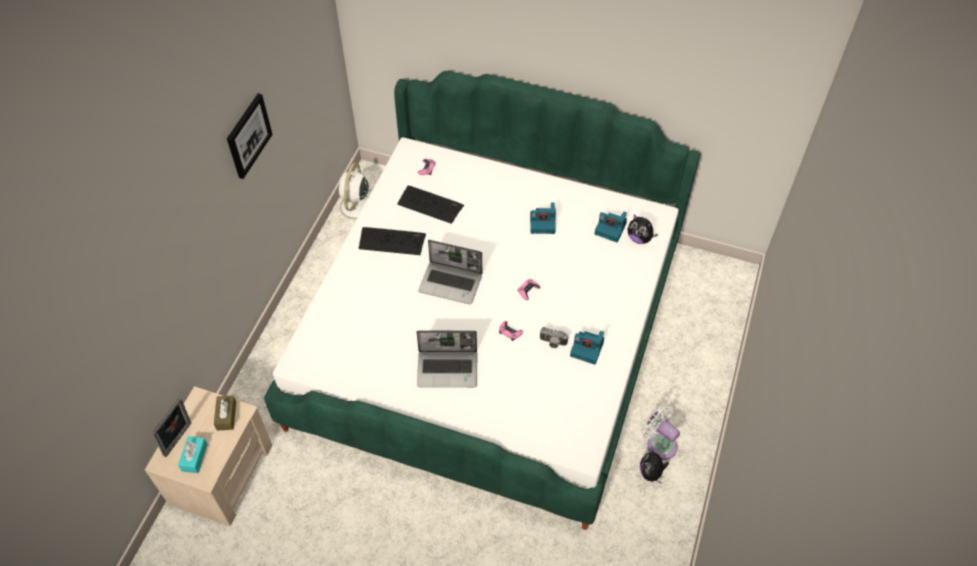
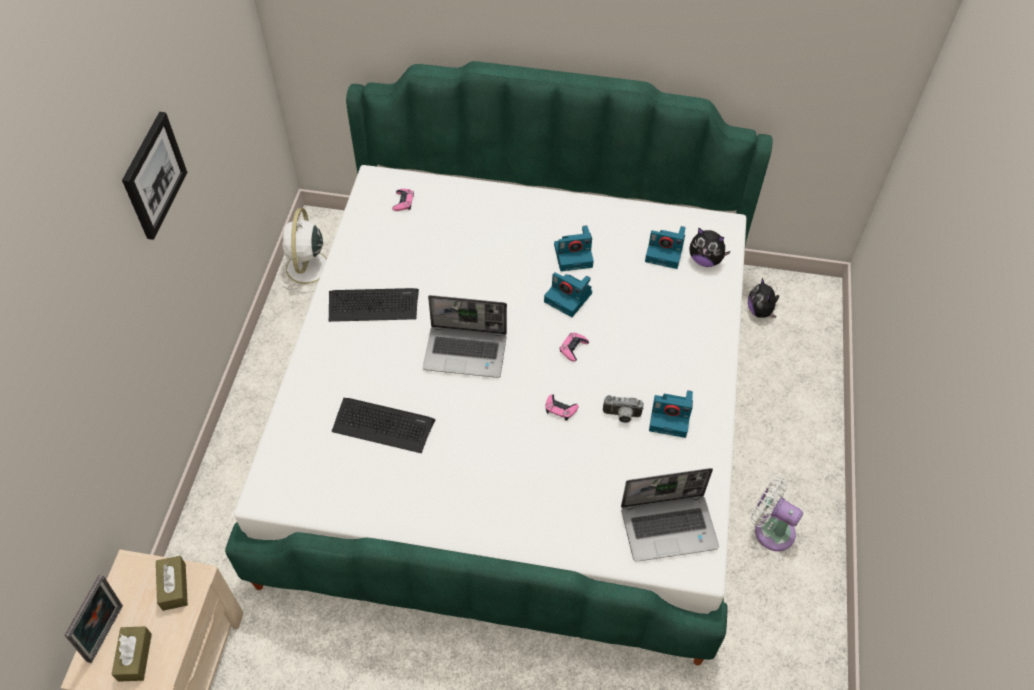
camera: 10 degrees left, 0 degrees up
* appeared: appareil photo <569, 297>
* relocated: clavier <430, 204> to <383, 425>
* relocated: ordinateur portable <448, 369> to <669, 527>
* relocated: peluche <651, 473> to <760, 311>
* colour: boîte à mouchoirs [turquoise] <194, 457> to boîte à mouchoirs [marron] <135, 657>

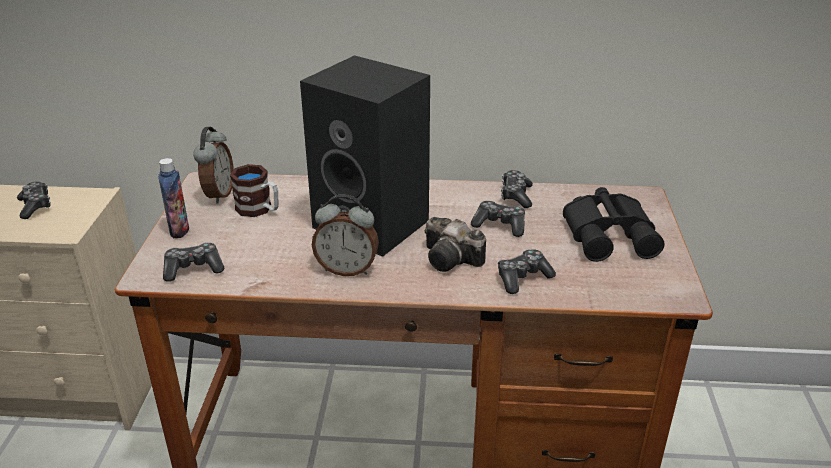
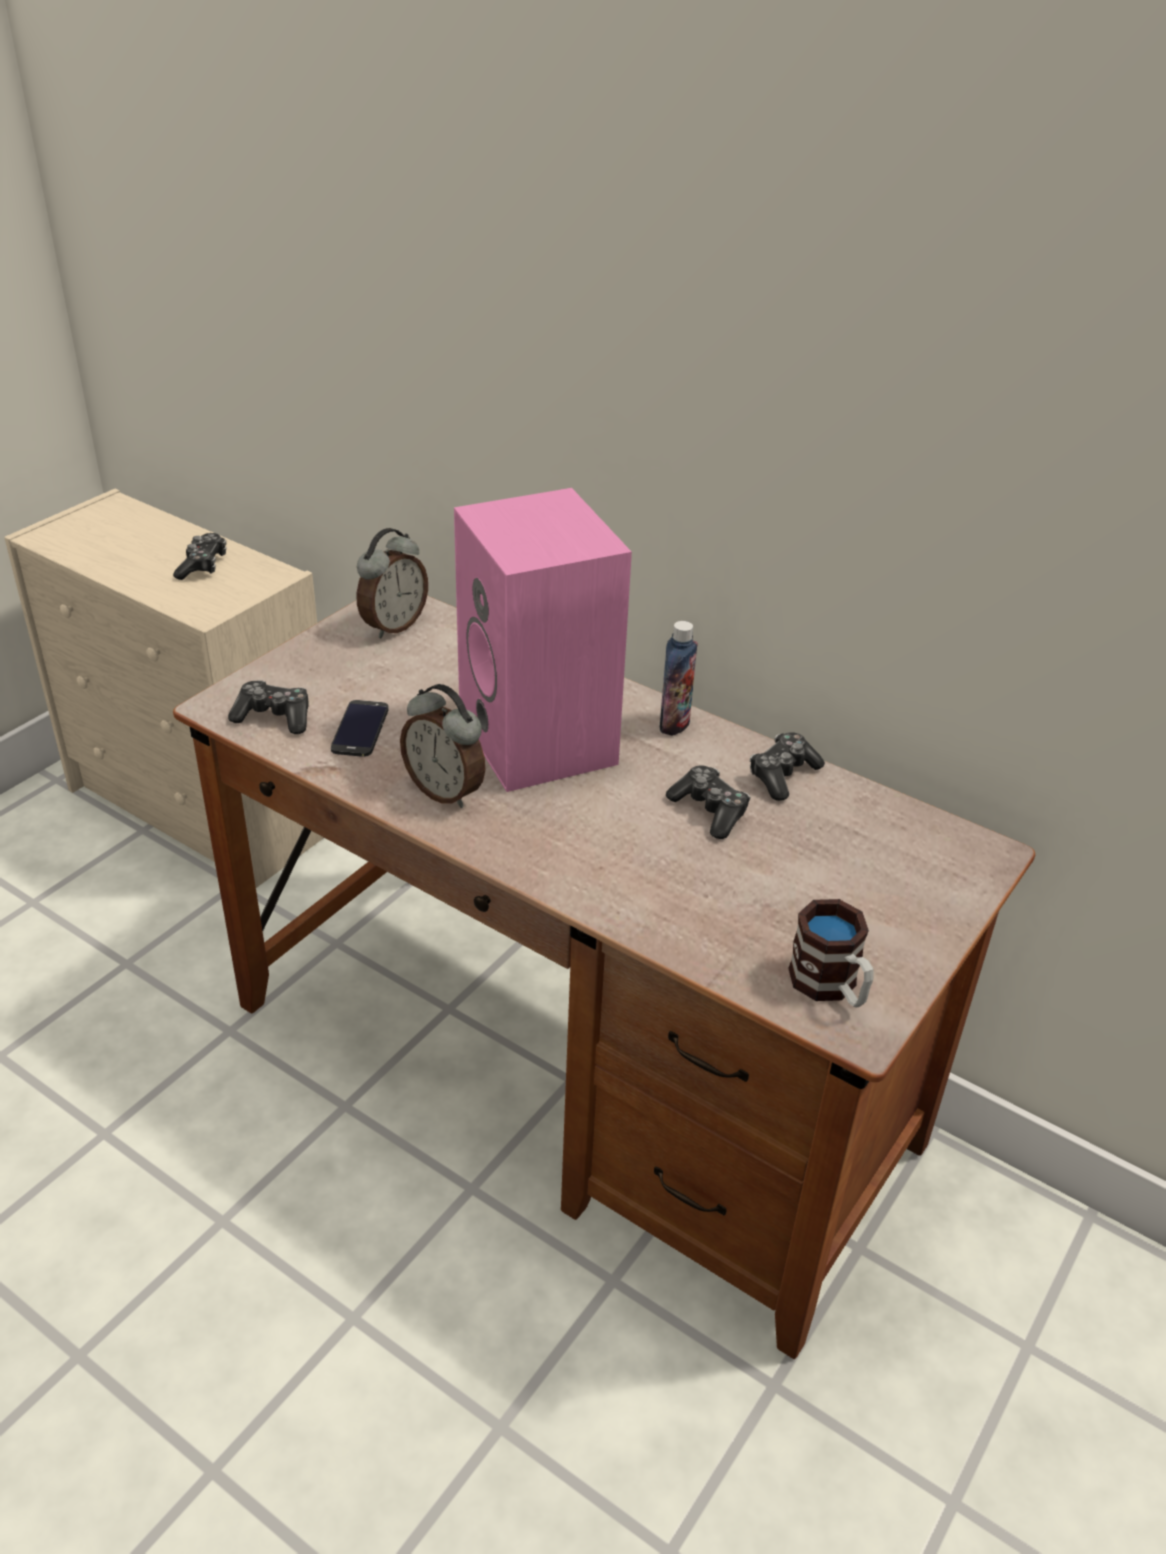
camera: 30 degrees right, 5 degrees up
* missing: appareil photo <453, 260>
* missing: manette <523, 278>
* missing: jumelles [noir] <610, 234>
* appeared: téléphone <360, 729>
* relocated: bouteille <179, 230> to <674, 724>
* relocated: mug <259, 210> to <831, 987>
* colour: enceinte [noir] <374, 224> to enceinte [rose] <542, 741>

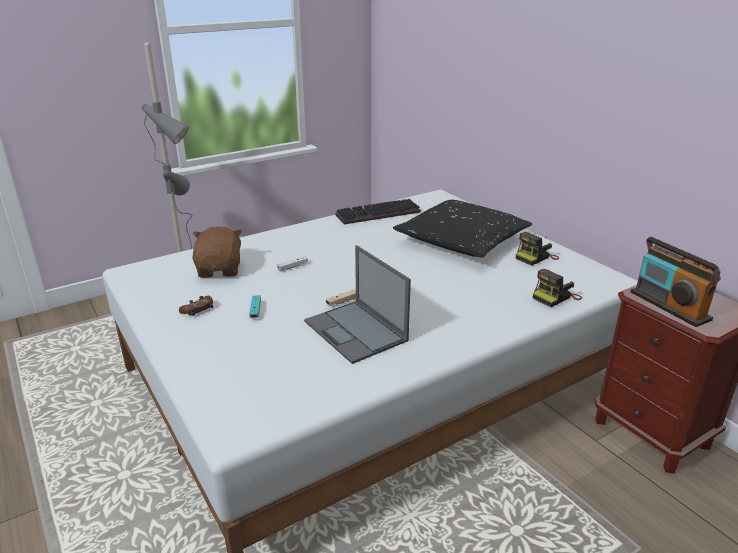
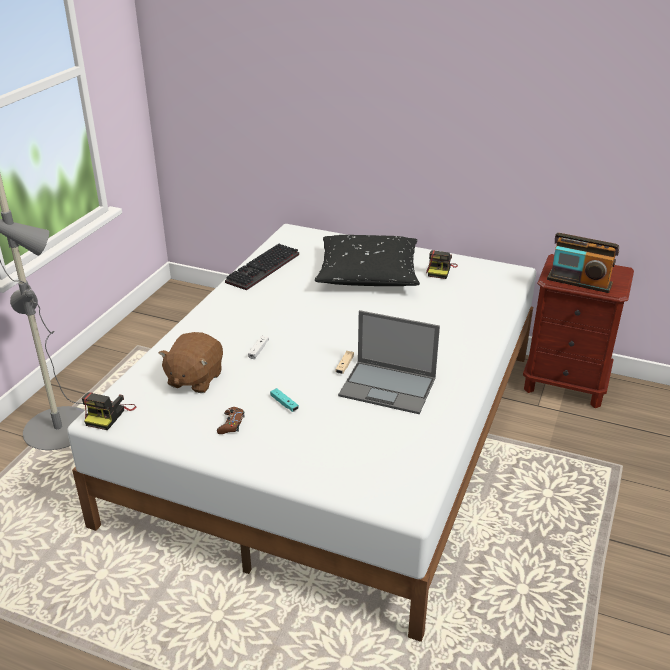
camera: 35 degrees left, 5 degrees up
* relocated: appareil photo <555, 297> to <109, 415>
* spun: peluche [marron] <220, 270> = <194, 379> 120 degrees counterclockwise

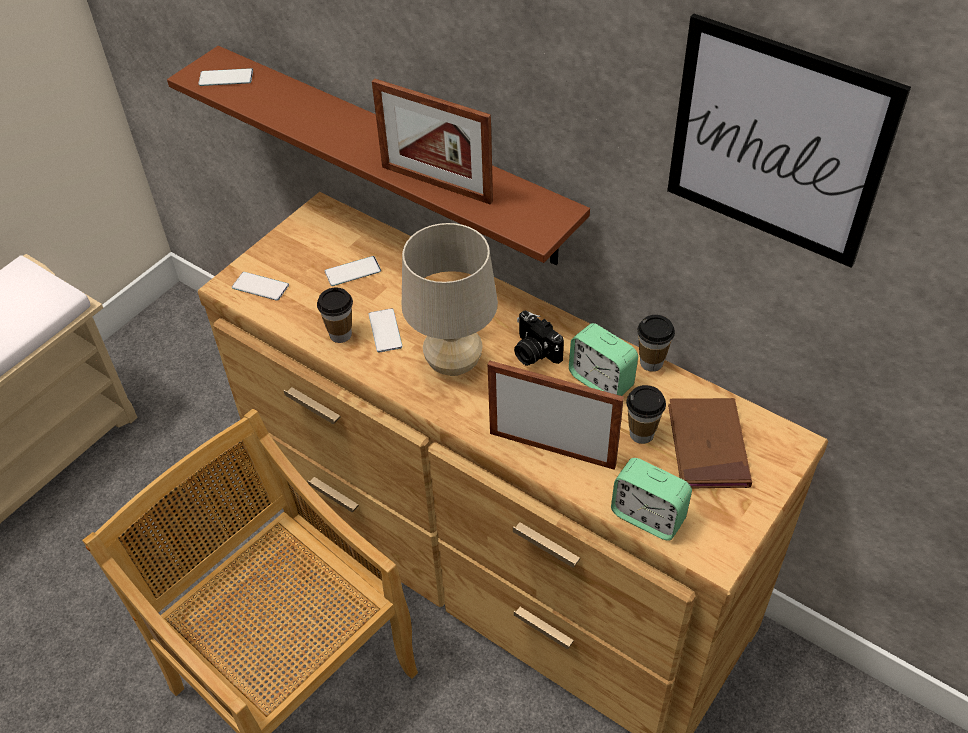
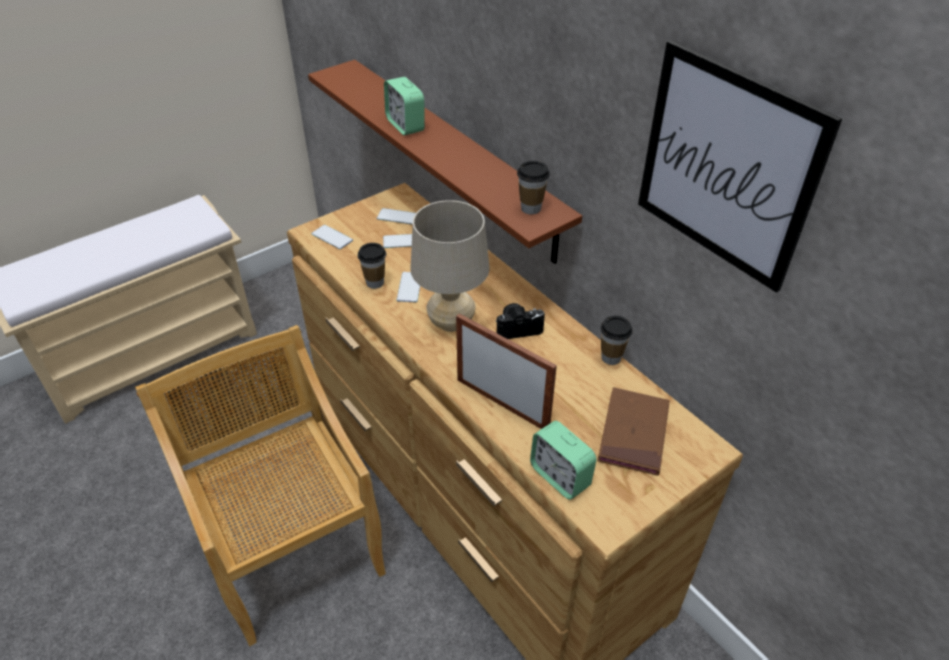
camera: 15 degrees right, 5 degrees down
* missing: cadre photo <436, 184>
* relocated: téléphone <226, 78> to <398, 217>
* relocated: réveil <601, 381> to <405, 125>
* relocated: tasse <641, 434> to <531, 208>
* spun: appareil photo <533, 352> = <518, 328> 105 degrees clockwise

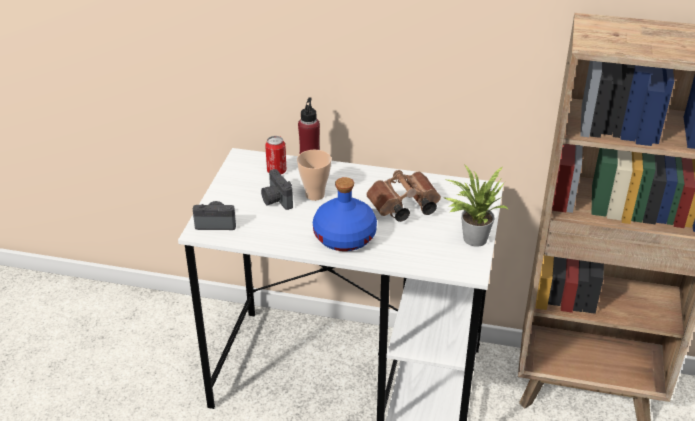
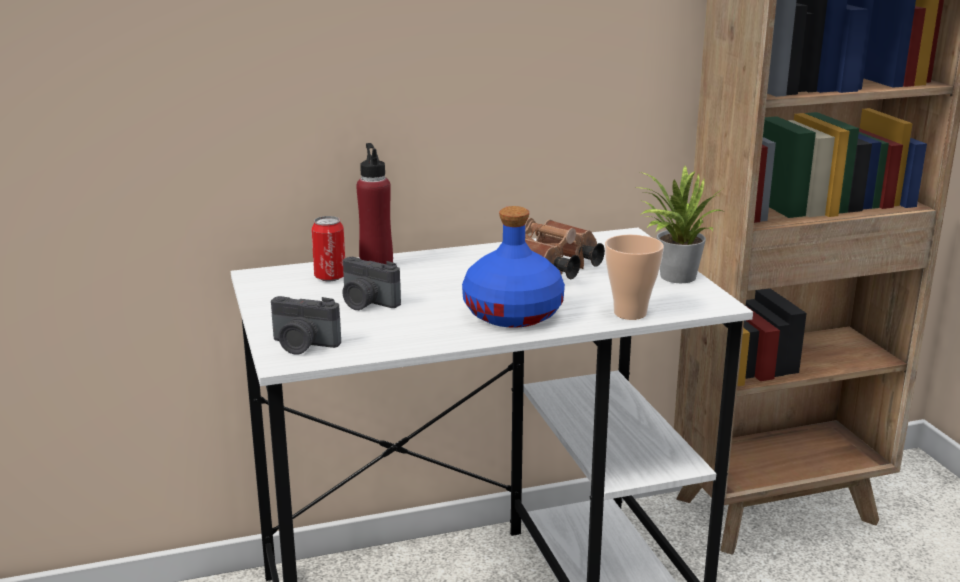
camera: 30 degrees left, 15 degrees down
* relocated: tasse <315, 195> to <630, 313>
* spun: appareil photo <216, 223> = <303, 345> 135 degrees counterclockwise

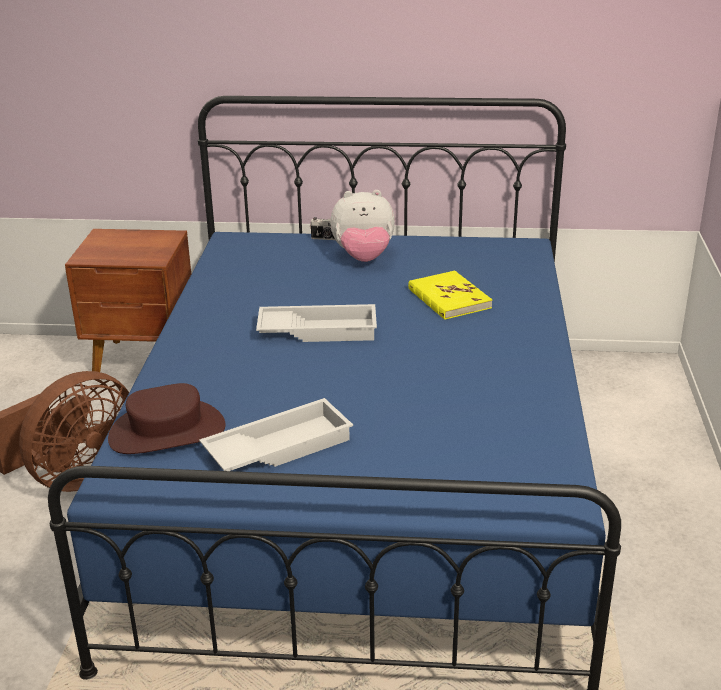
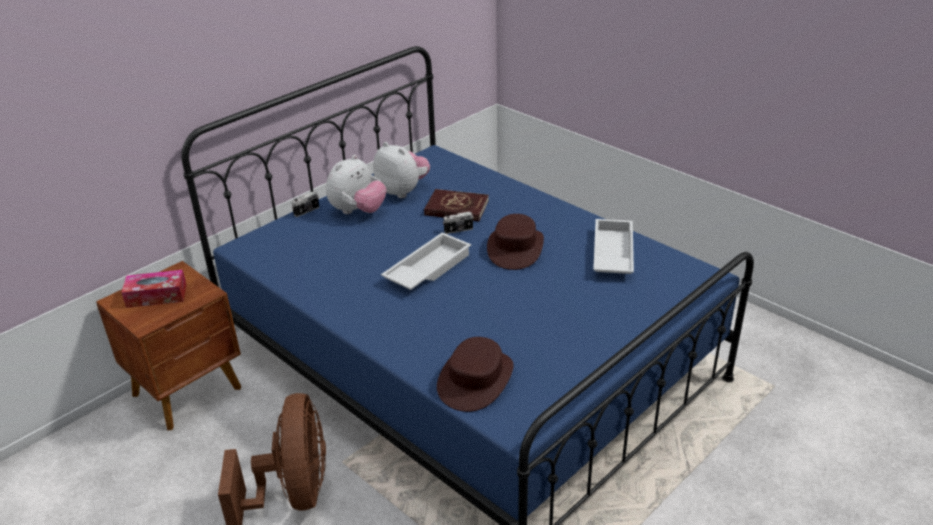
camera: 50 degrees left, 5 degrees up
* appeared: boîte à mouchoirs <156, 296>
* appeared: peluche <403, 191>
* appeared: appareil photo <458, 230>
* appeared: chapeau [marron] <515, 248>
* relocated: plateau [blanc] <278, 446> to <611, 254>
* colour: livre [jaune] <448, 298> to livre [rouge] <456, 208>

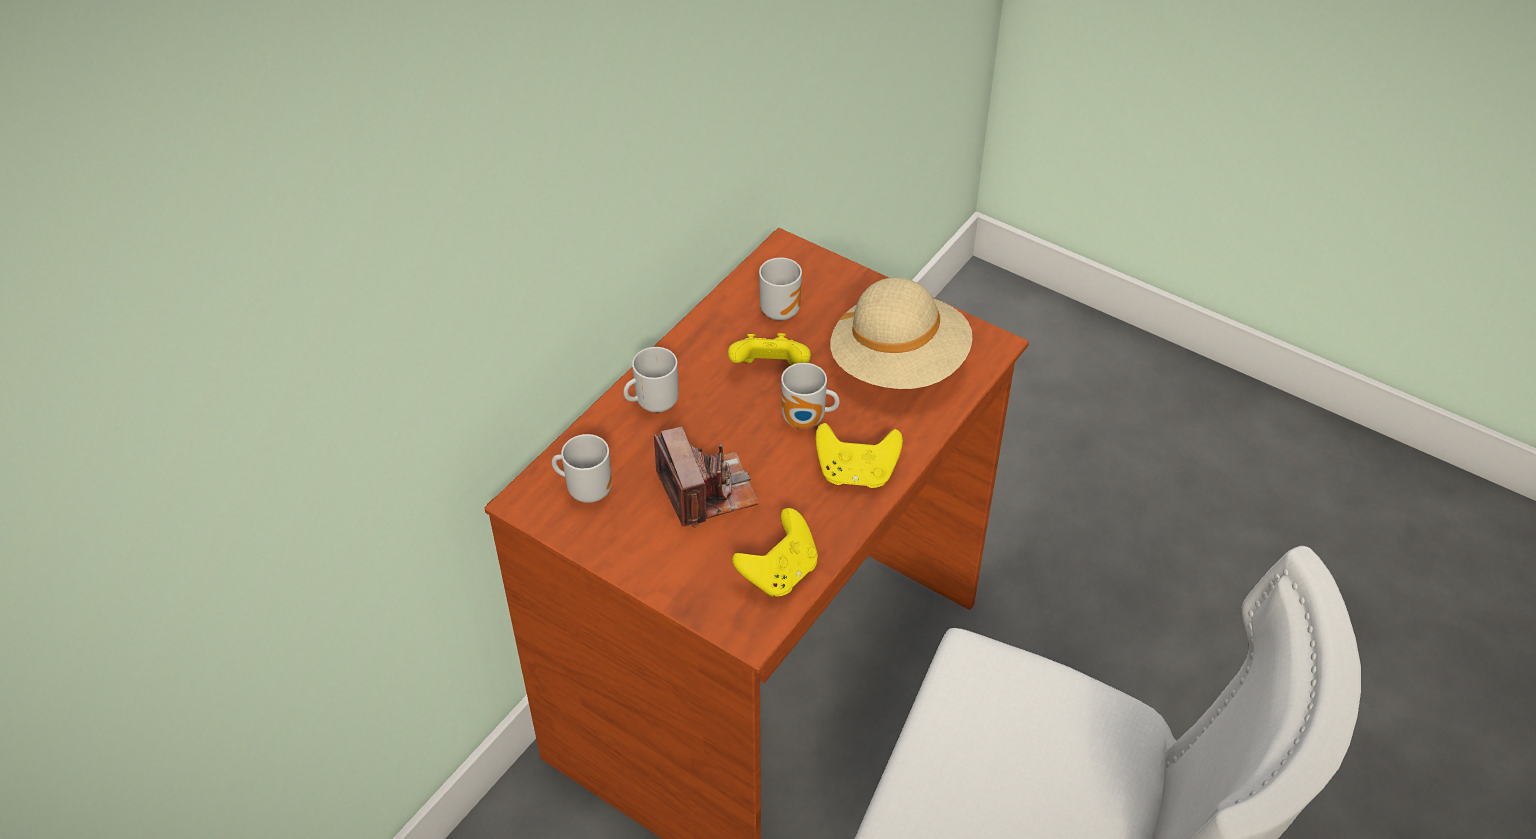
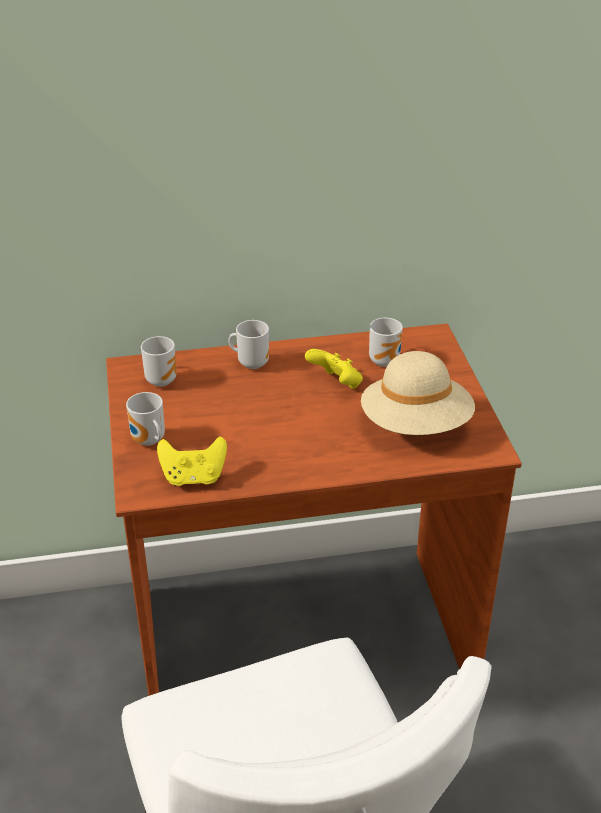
camera: 45 degrees right, 10 degrees down
* missing: appareil photo <707, 491>
* missing: manette [jaune] <856, 473>
* relocated: mug <806, 421> to <148, 442>

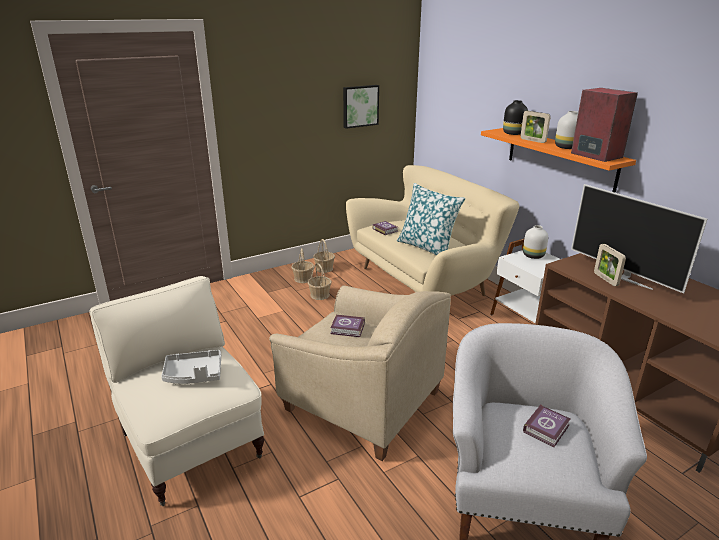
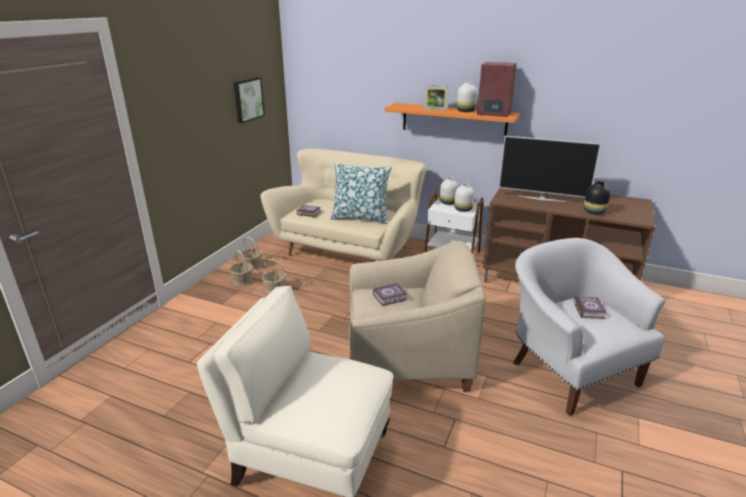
camera: 35 degrees left, 0 degrees up
* missing: plateau [gris] <194, 374>
* missing: cadre photo <605, 279>
* appeared: vase [blanc] <463, 210>
* relocated: vase [noir] <514, 133> to <594, 212>

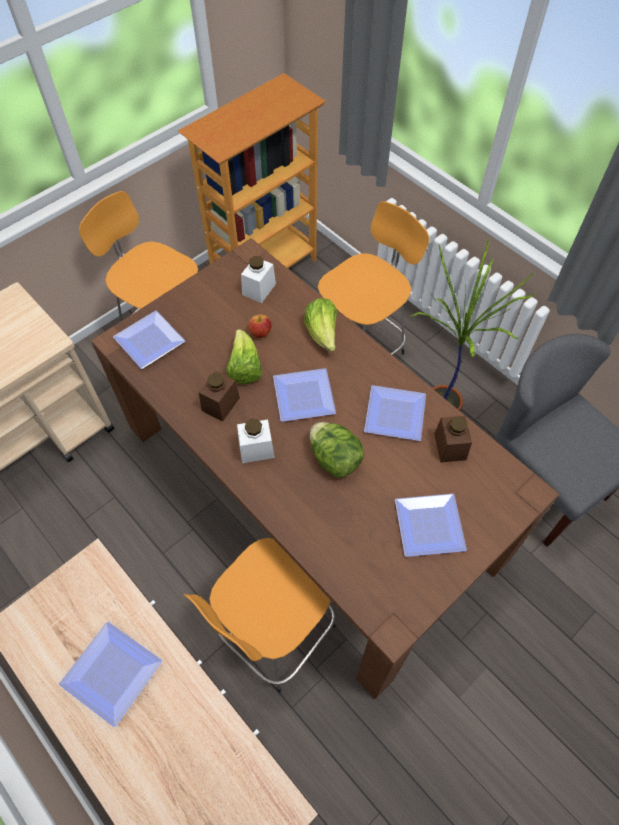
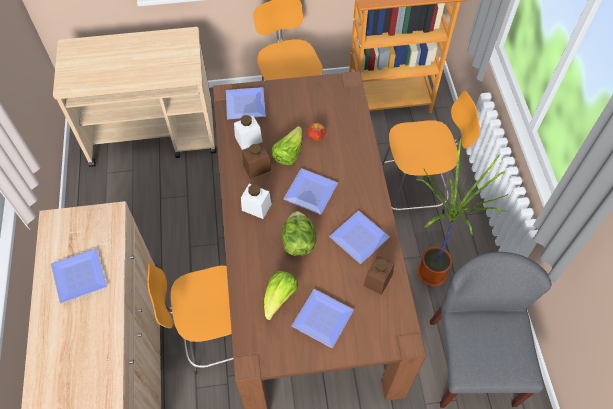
camera: 35 degrees right, 0 degrees up
* relocated: bocal [blanc] <259, 289> to <248, 139>
* relocated: laitue <322, 334> to <279, 298>

